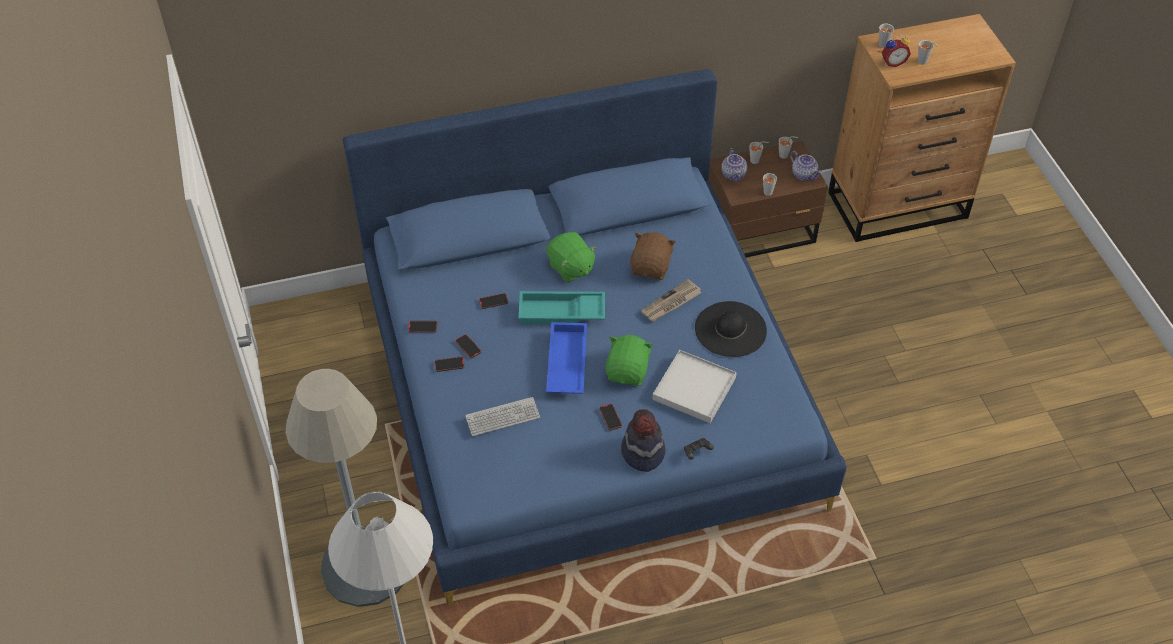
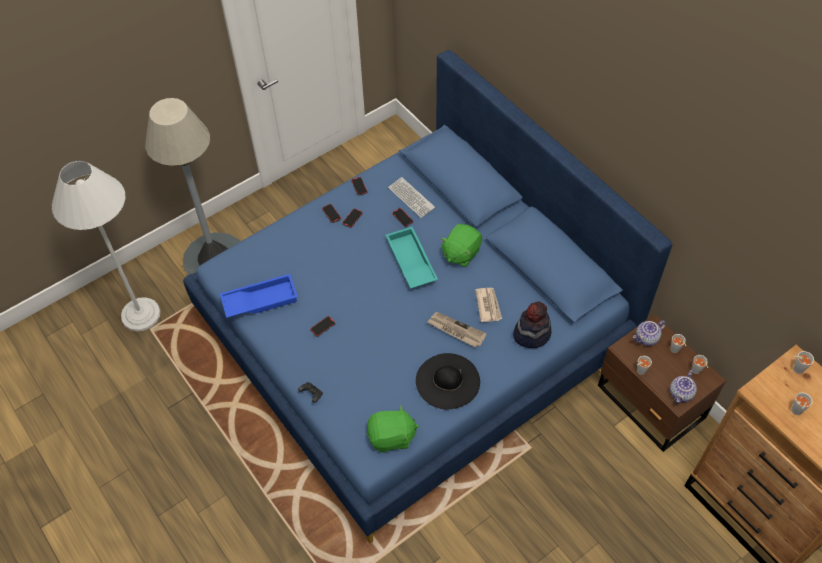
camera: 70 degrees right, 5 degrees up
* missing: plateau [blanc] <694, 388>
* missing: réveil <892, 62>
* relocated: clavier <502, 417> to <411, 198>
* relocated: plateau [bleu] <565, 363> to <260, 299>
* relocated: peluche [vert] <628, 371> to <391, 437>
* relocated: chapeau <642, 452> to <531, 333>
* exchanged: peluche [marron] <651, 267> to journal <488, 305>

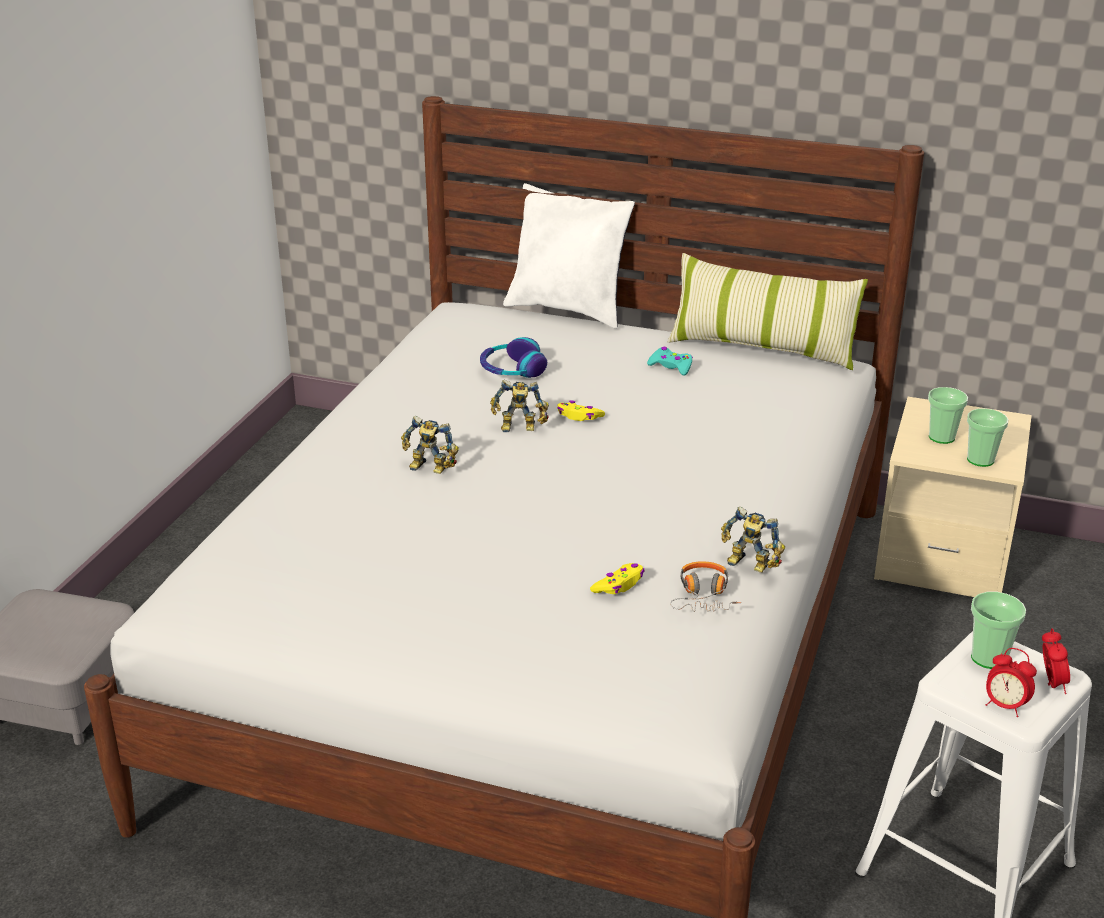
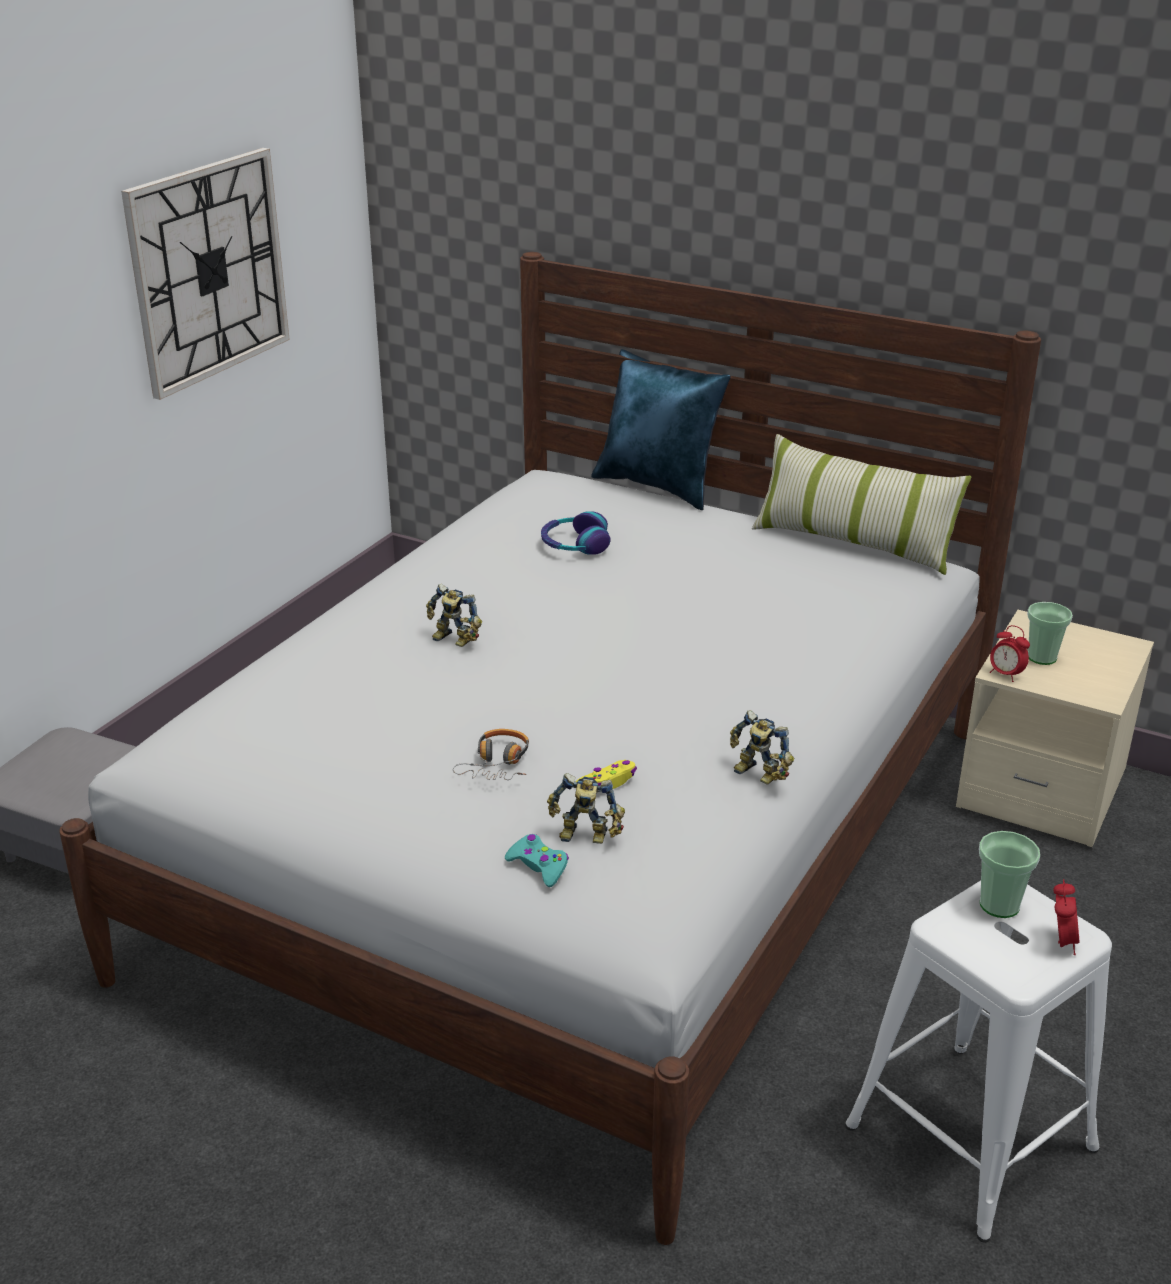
camera: 10 degrees right, 0 degrees up
* missing: manette [jaune] <579, 416>
* missing: tasse <980, 460>
* appeared: horloge murale <208, 270>
* relocated: robot jouet <519, 428> to <585, 837>
* relocated: manette [turquoise] <671, 366> to <538, 866>
* relocated: casque audio <703, 596> to <497, 764>
* relocated: réveil <1005, 706> to <1005, 675>
* colour: coussin [blanc] <569, 310> to coussin [bleu] <659, 487>

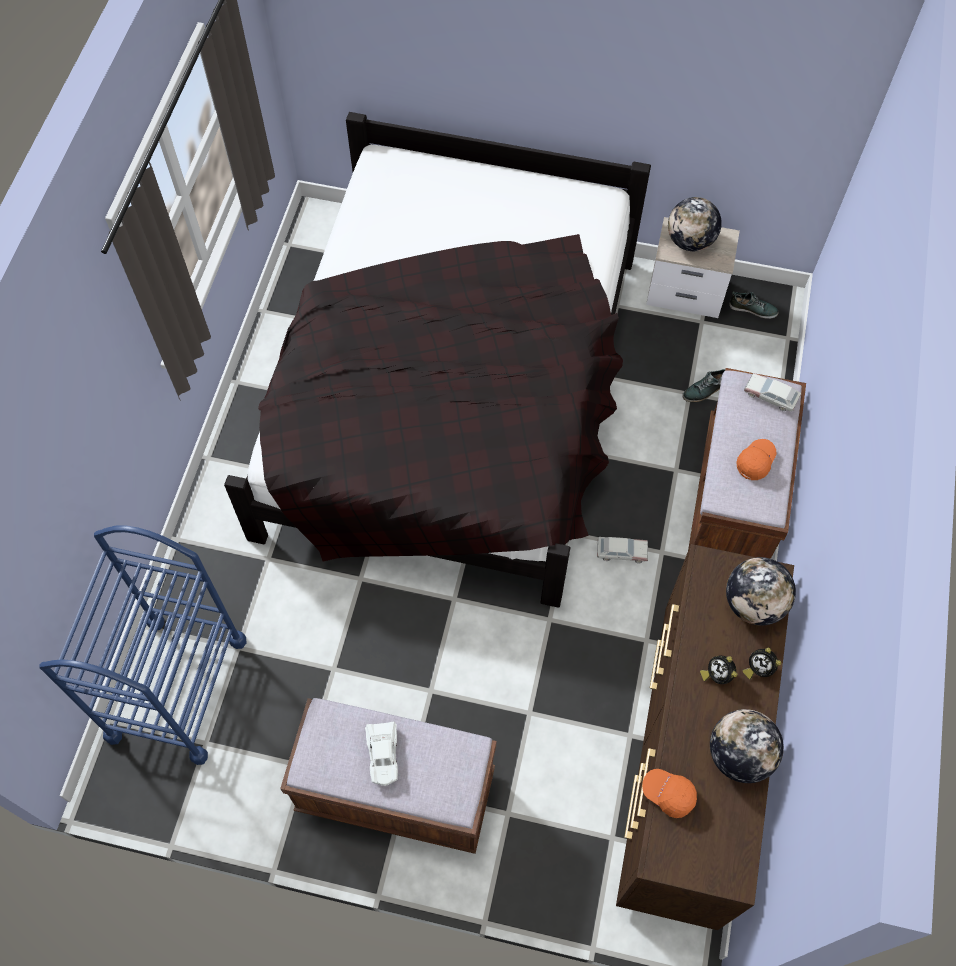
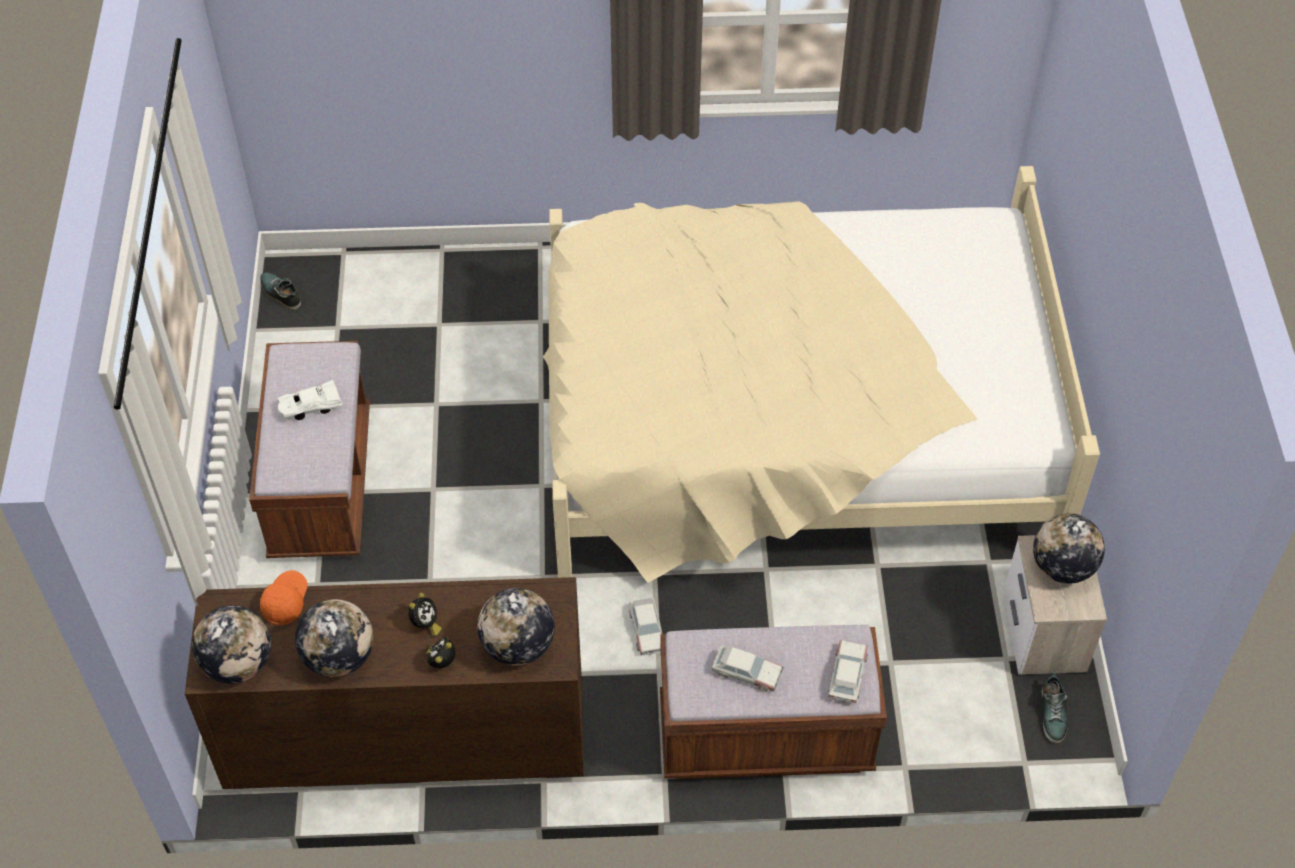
camera: 75 degrees right, 10 degrees down
* missing: chariot [bleu] <177, 688>
* appeared: globe <238, 664>
* relocated: chaussure <705, 390> to <280, 294>
* exchanged: casquette [orange] <755, 462> to petite voiture <746, 672>
* colour: lit [noir] <453, 396> to lit [beige] <792, 427>
* spun: réveil <717, 674> = <425, 624> 150 degrees clockwise

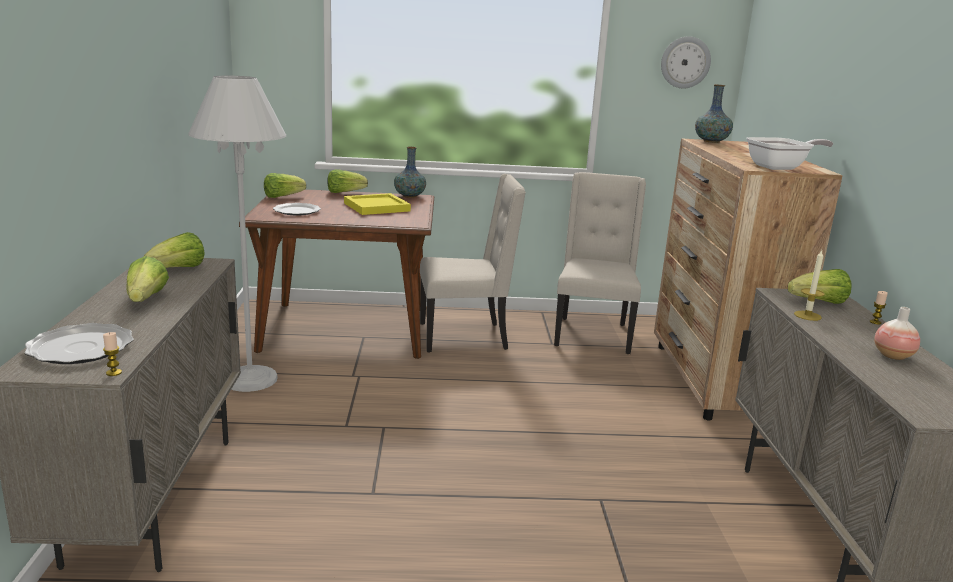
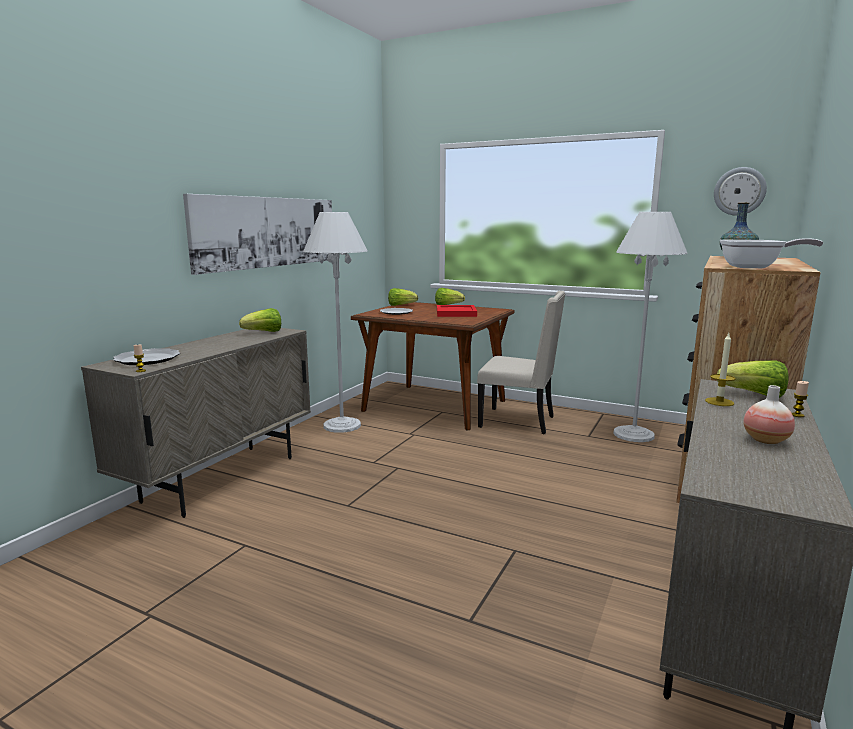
camera: 30 degrees right, 5 degrees down
* missing: laitue <146, 299>
* missing: vase <409, 196>
* appeared: tableau <268, 232>
* exchanged: chaise [beige] <592, 334> to lampadaire [blanc] <633, 434>
* colour: plateau [jaune] <378, 207> to plateau [rouge] <456, 313>

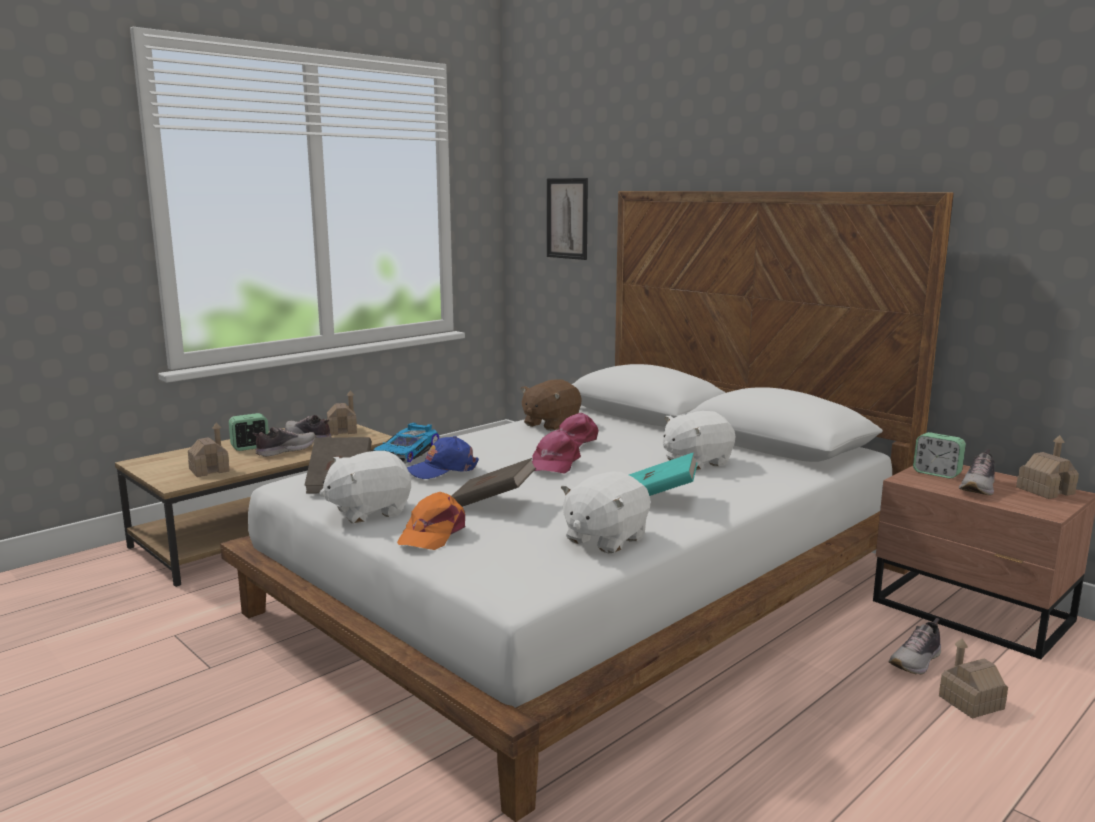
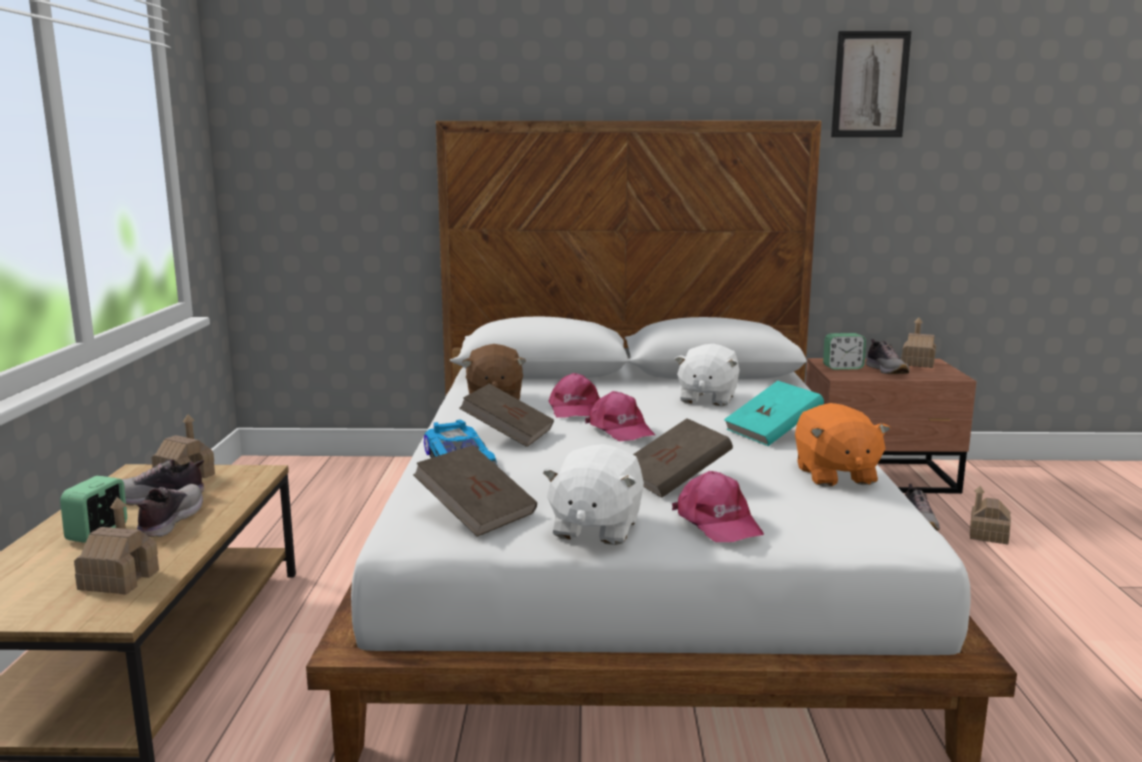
camera: 45 degrees left, 0 degrees up
* missing: casquette [bleu] <442, 469>
* appeared: livre [marron] <508, 434>
* relocated: tableau <567, 218> to <870, 85>
* colour: casquette [orange] <432, 533> to casquette [rose] <717, 522>
* colour: peluche [blanc] <604, 539> to peluche [orange] <834, 475>

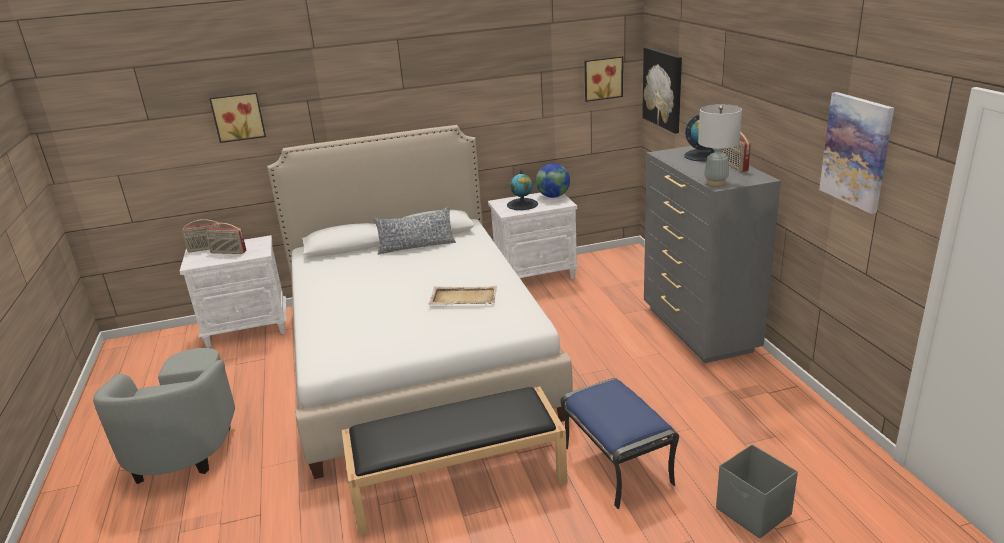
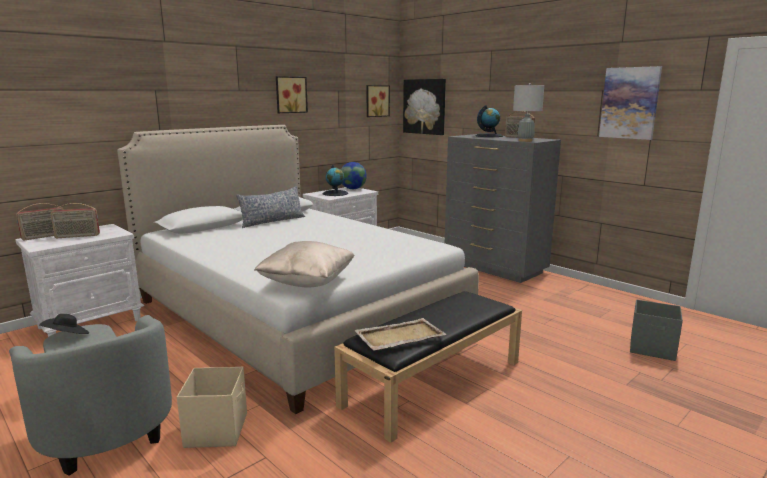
camera: 30 degrees left, 10 degrees down
* missing: pouf [bleu] <618, 465>
* appeared: chapeau [noir] <67, 337>
* appeared: boîte de rangement [beige] <217, 430>
* appeared: coussin [beige] <307, 282>
* relocated: tableau <238, 116> to <290, 94>
* relocated: plateau [beige] <463, 298> to <399, 337>

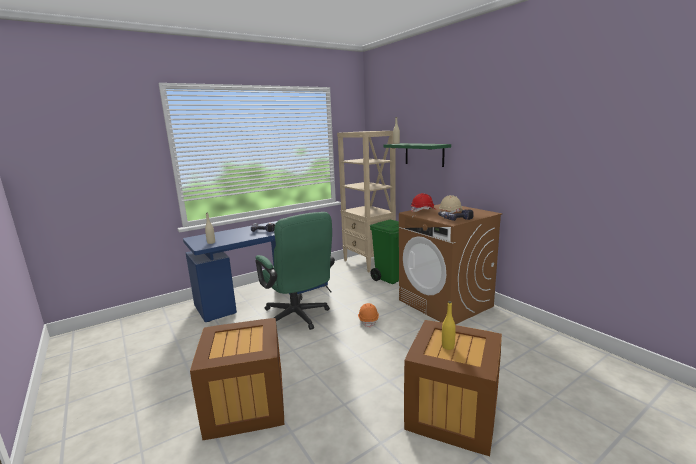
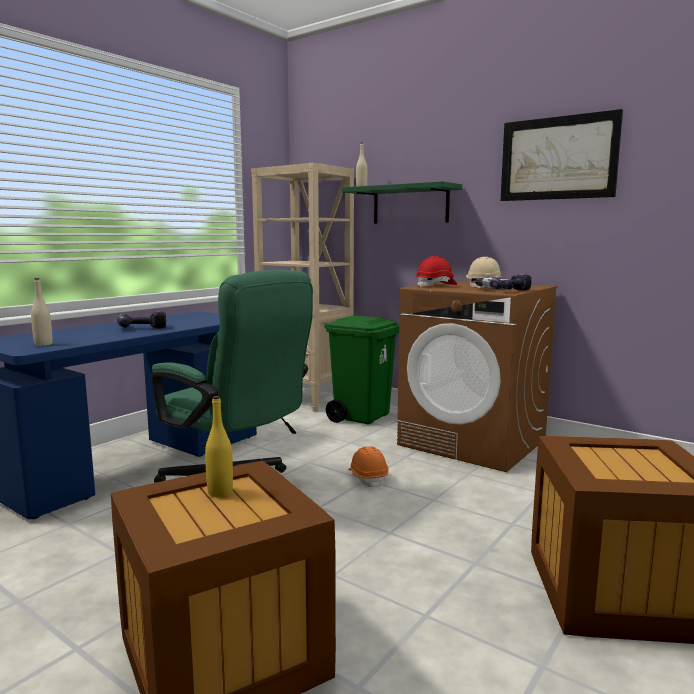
camera: 20 degrees left, 5 degrees down
* appeared: tableau <558, 158>
* relocated: bouteille [jaune] <448, 346> to <220, 492>

